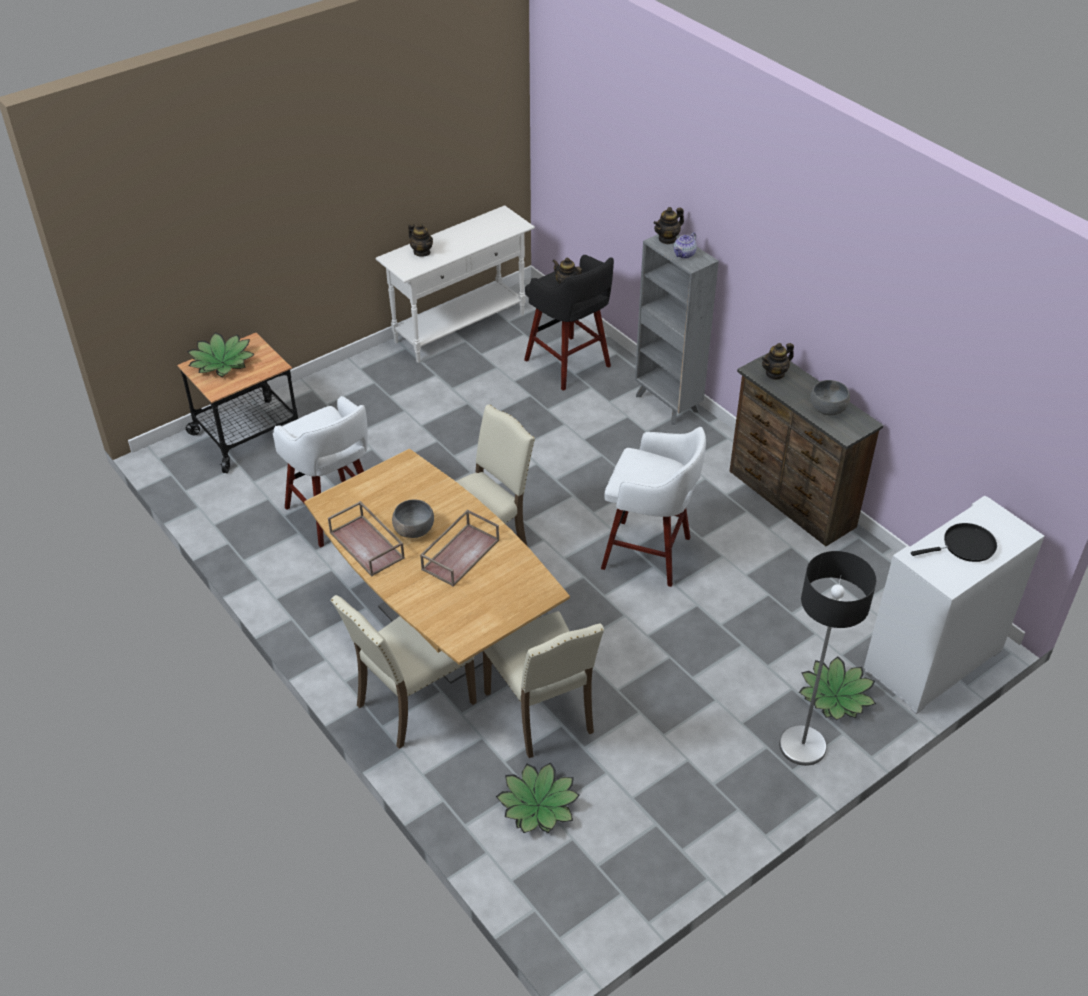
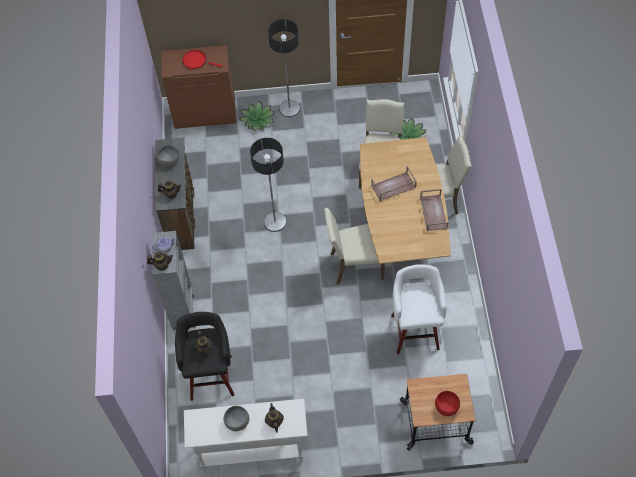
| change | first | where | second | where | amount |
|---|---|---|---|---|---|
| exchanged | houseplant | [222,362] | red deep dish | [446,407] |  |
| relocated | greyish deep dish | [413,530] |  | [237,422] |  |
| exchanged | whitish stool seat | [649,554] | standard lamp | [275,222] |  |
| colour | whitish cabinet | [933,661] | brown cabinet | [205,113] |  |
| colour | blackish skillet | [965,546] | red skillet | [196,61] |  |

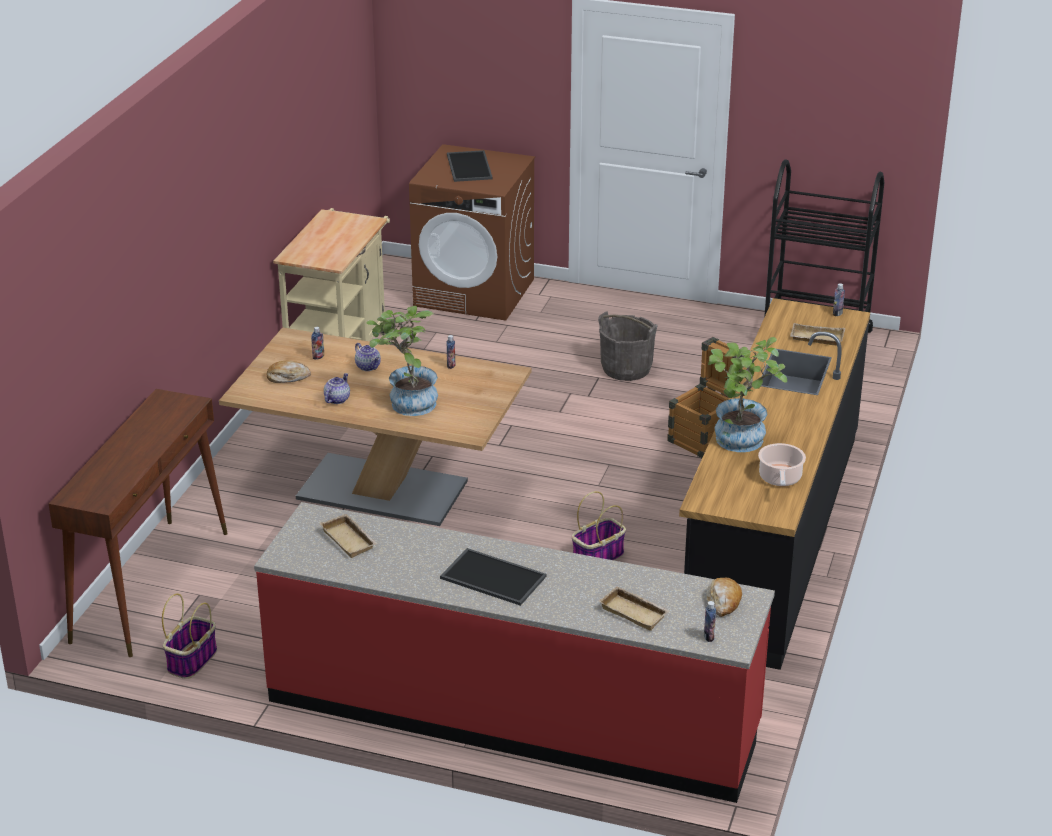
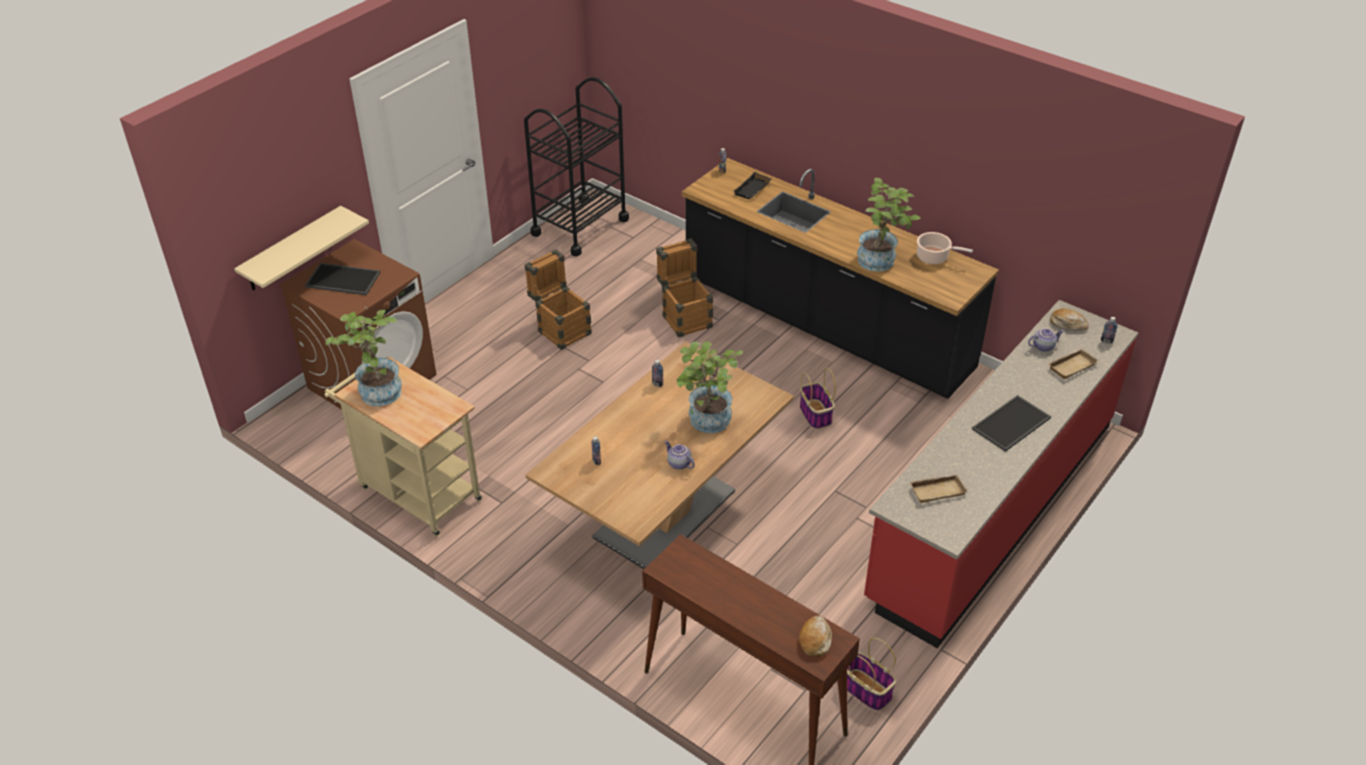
| change | first | where | second | where | amount |
|---|---|---|---|---|---|
| relocated | baked bread | [287,377] |  | [815,640] |  |
| relocated | pot for tea | [368,367] |  | [1043,346] |  |
| exchanged | greyish bucket | [626,369] | crate | [561,329] |  |
| colour | beige-coloured tray | [816,339] | blackish tray | [753,190] |  |
| appeared |  |  | beige-coloured shelf | [292,250] |  |
| appeared |  |  | houseplant | [376,390] |  |

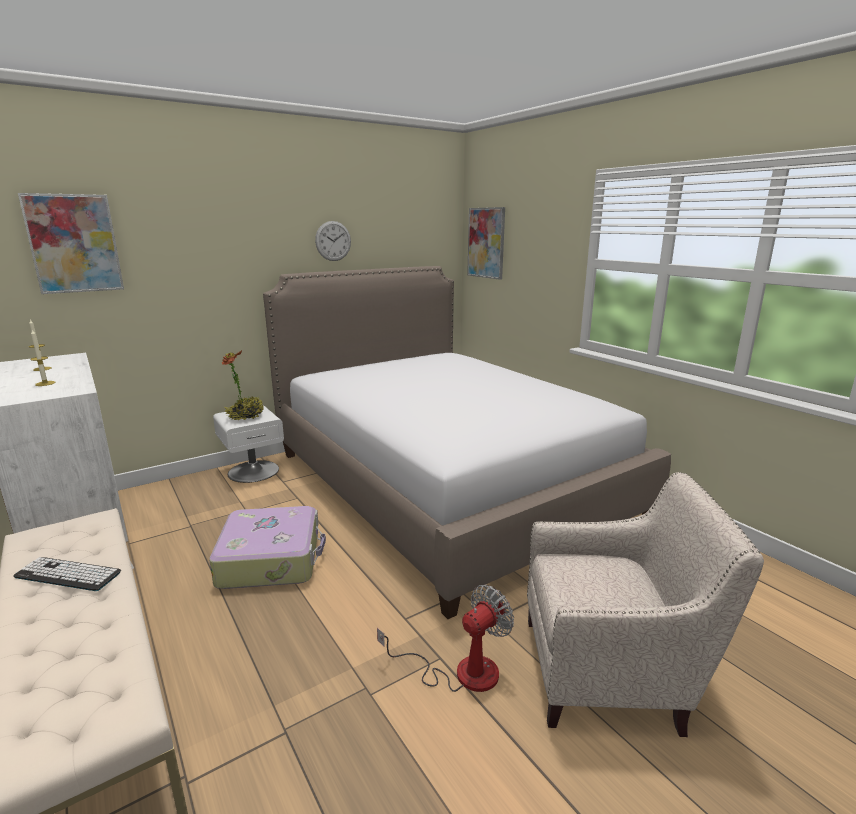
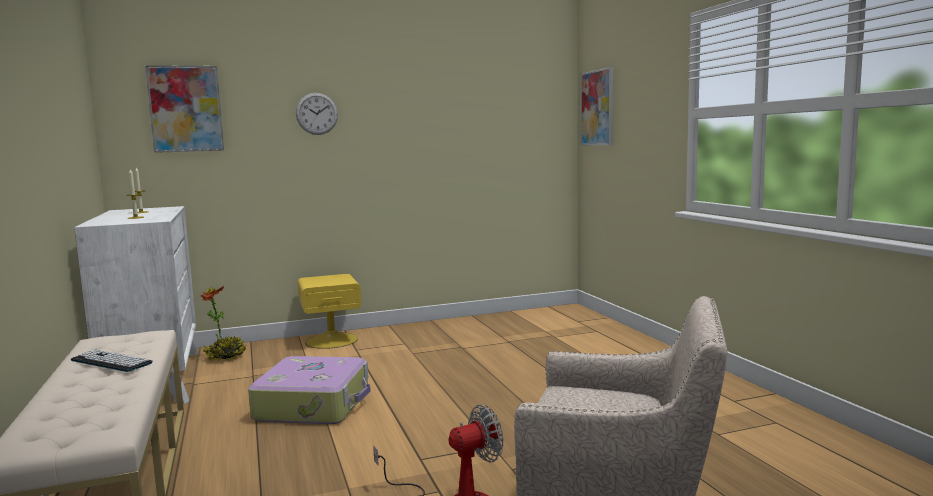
| change | first | where | second | where | amount |
|---|---|---|---|---|---|
| colour | whitish bedside table | [253,471] | yellowish bedside table | [331,340] |  |
| relocated | houseplant | [246,416] |  | [225,357] |  |
| missing | bedroom bed | [446,483] |  |  |  |
| relocated | wall clock | [333,241] |  | [317,113] |  |

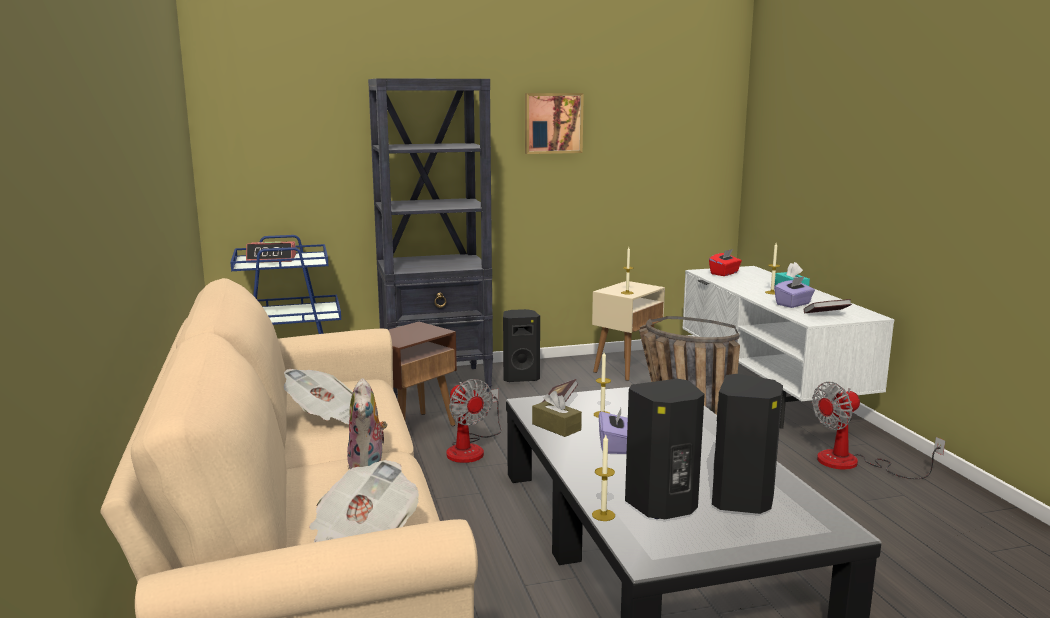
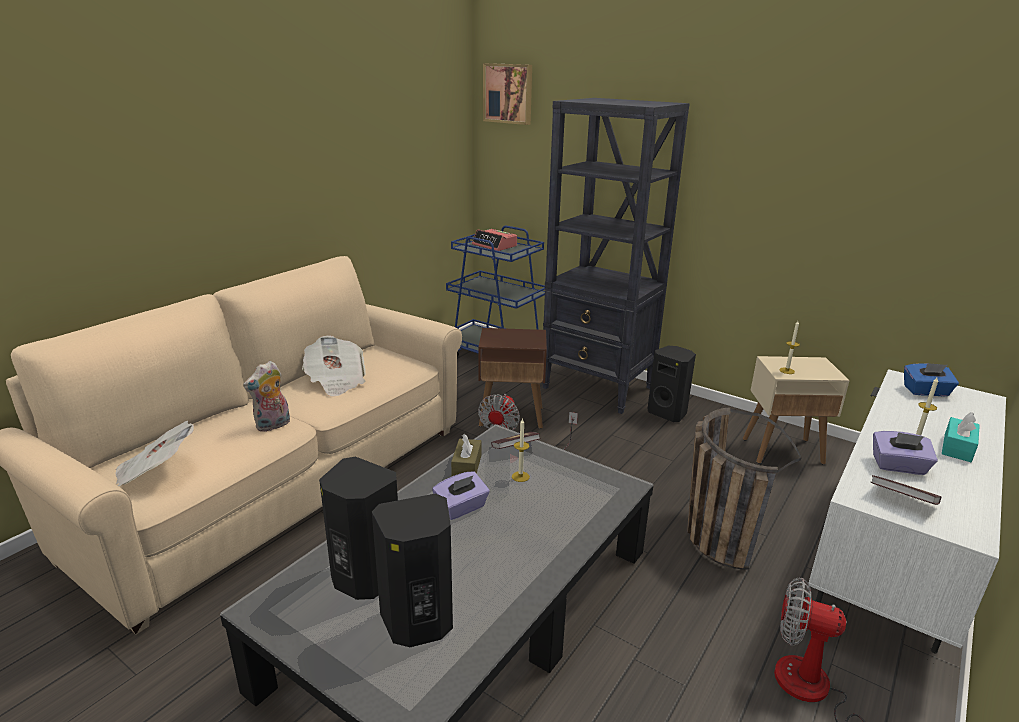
| change | first | where | second | where | amount |
|---|---|---|---|---|---|
| relocated | wall art | [553,123] |  | [508,93] |  |
| missing | wax candle | [603,515] |  |  |  |
| colour | red tissue box | [724,273] | bluish tissue box | [926,391] |  |

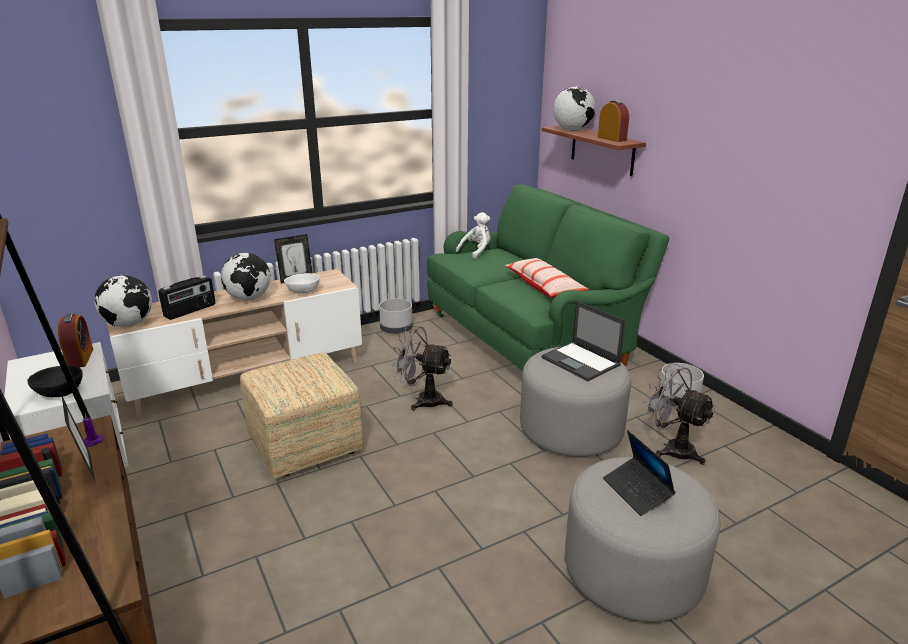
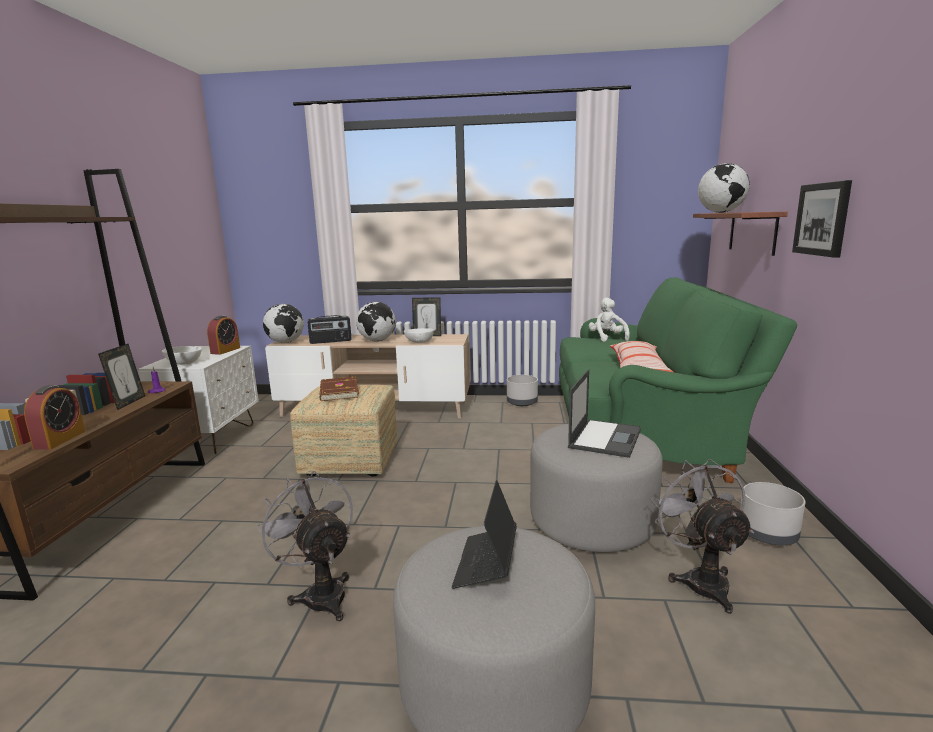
| change | first | where | second | where | amount |
|---|---|---|---|---|---|
| colour | blackish deep dish | [60,393] | whitish deep dish | [184,363] |  |
| relocated | greyish cooling fan | [422,400] |  | [321,593] |  |
| spun | whitish soft toy | [476,251] |  | [607,338] | 90 degrees counterclockwise |
| spun | portable computer | [581,362] |  | [605,438] | 150 degrees counterclockwise |
| relocated | bedside clock | [612,139] |  | [60,440] |  |
| appeared |  |  | brown bound book | [338,391] |  |
| appeared |  |  | wall art | [822,219] |  |

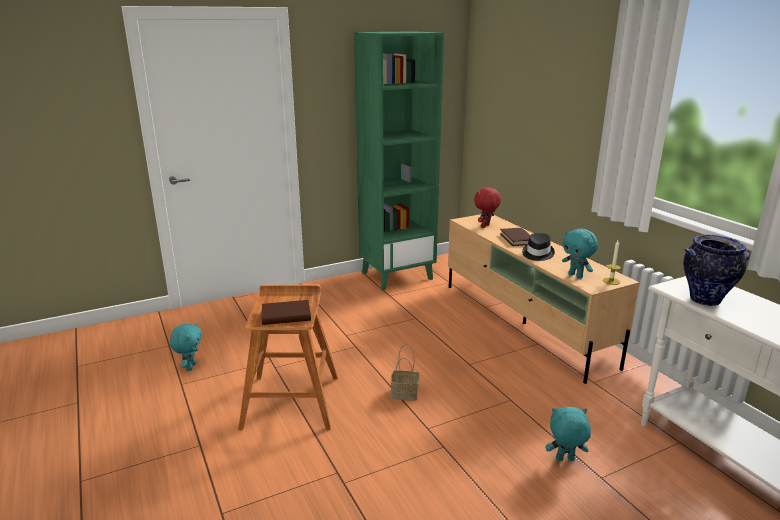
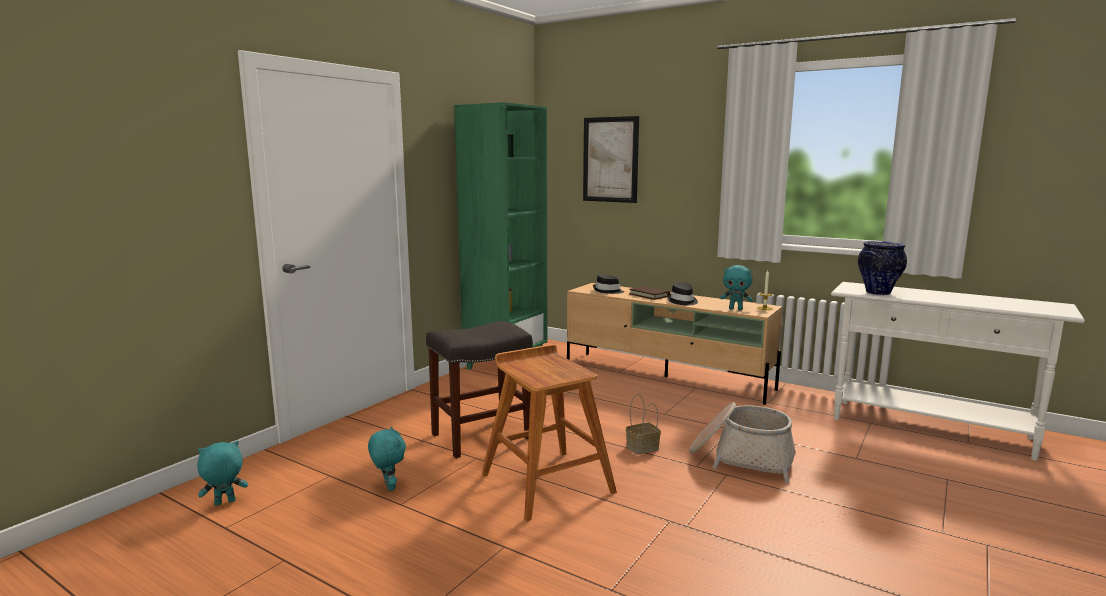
| change | first | where | second | where | amount |
|---|---|---|---|---|---|
| missing | brown bound book | [286,315] |  |  |  |
| exchanged | red soft toy | [485,226] | blackish hat | [607,291] |  |
| relocated | turquoise soft toy | [564,460] |  | [224,503] |  |
| appeared |  |  | greyish stool seat | [482,436] |  |
| appeared |  |  | wall art | [610,159] |  |
| appeared |  |  | basket | [741,458] |  |

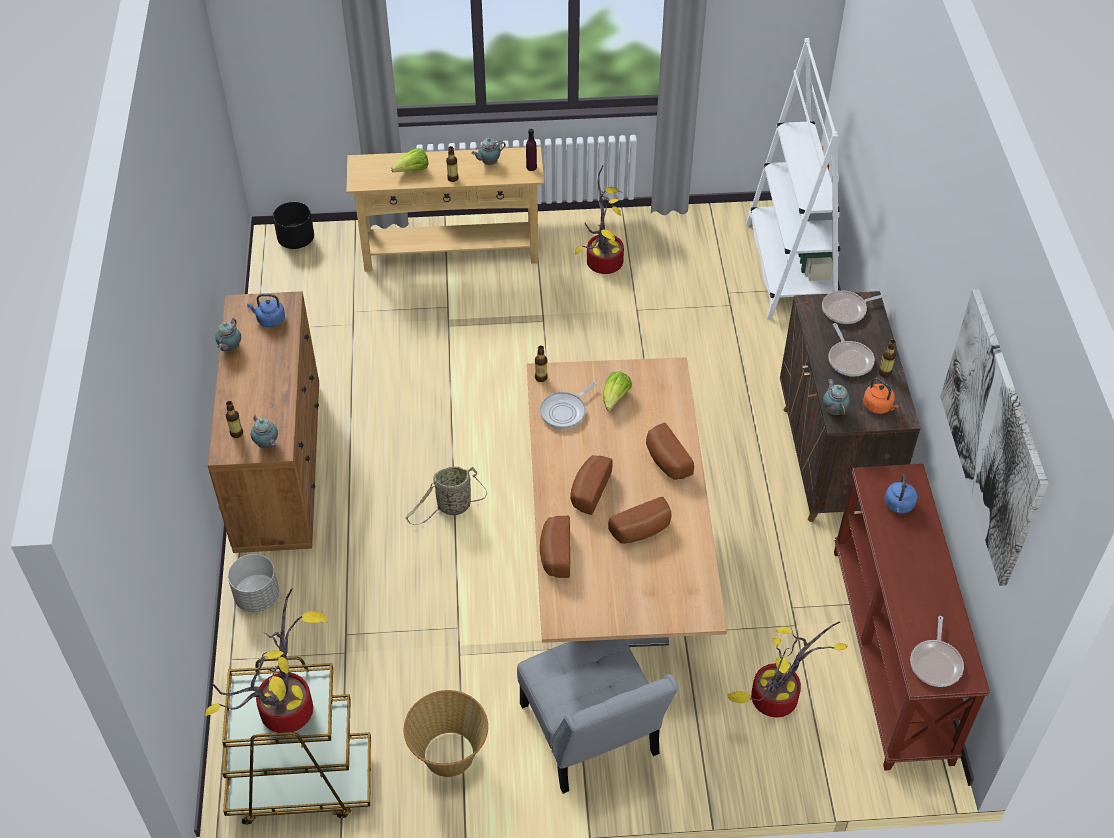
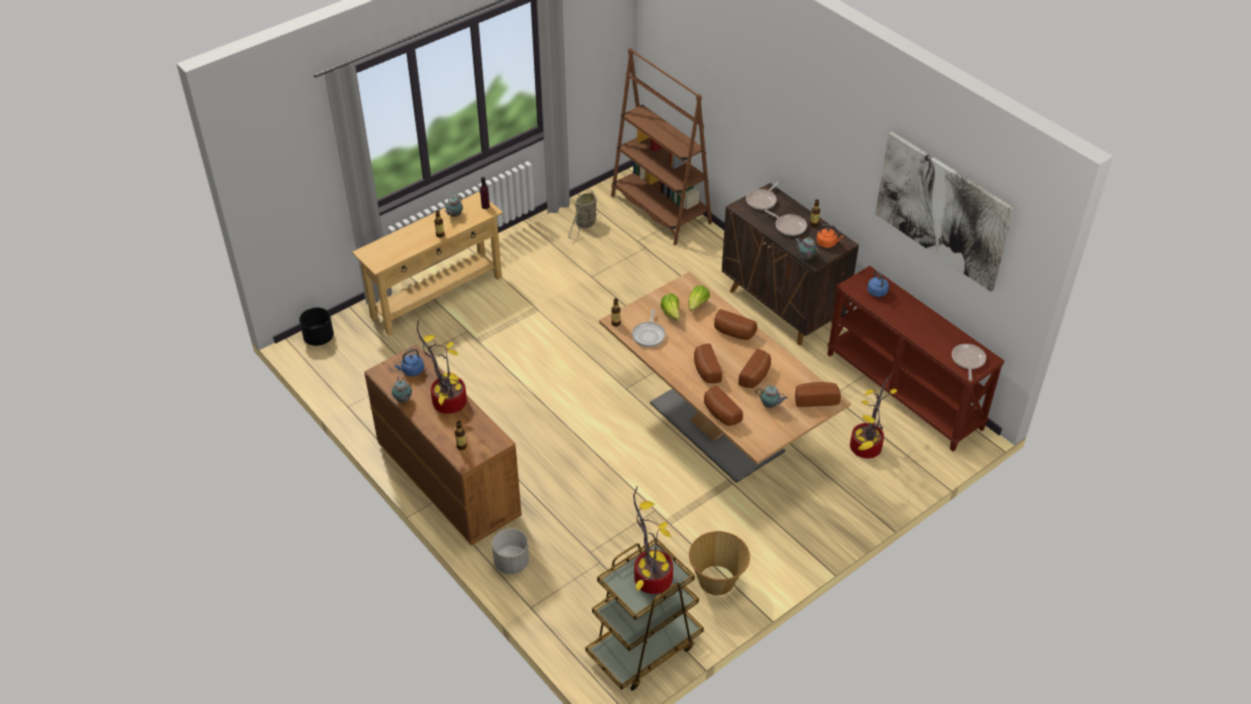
| change | first | where | second | where | amount |
|---|---|---|---|---|---|
| relocated | pot for tea | [267,445] |  | [770,405] |  |
| relocated | lettuce | [412,171] |  | [697,305] |  |
| relocated | basket | [452,507] |  | [585,224] |  |
| missing | greyish upright chair | [591,737] |  |  |  |
| relocated | houseplant | [602,260] |  | [446,401] |  |
| colour | whitish bookcase | [790,267] | brown bookcase | [660,210] |  |
| spun | skillet | [936,663] |  | [967,361] | 150 degrees counterclockwise |
| appeared |  |  | baked bread | [815,399] |  |

